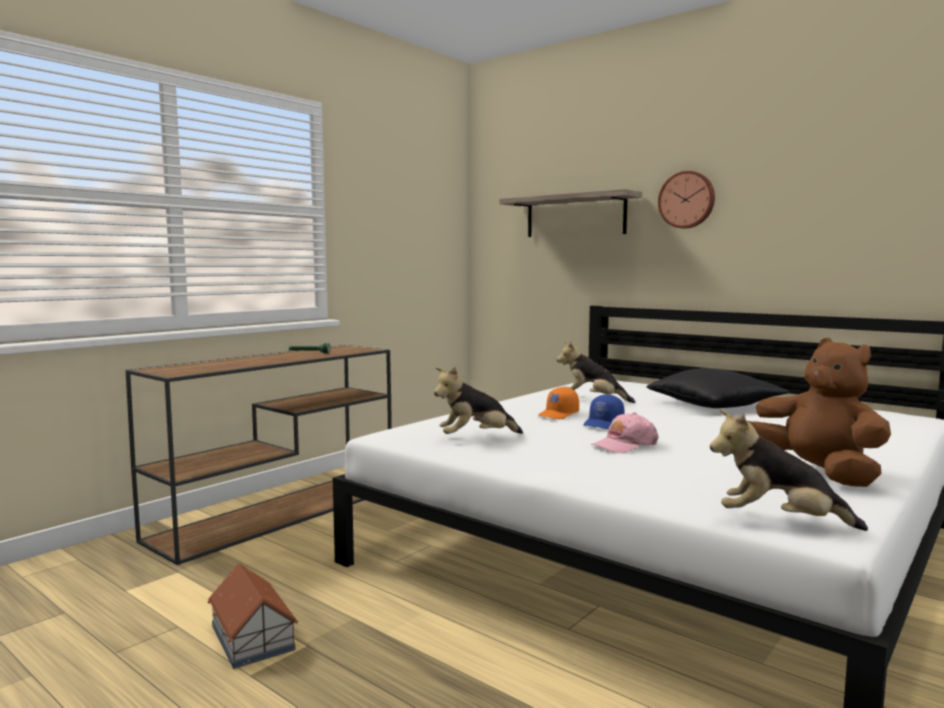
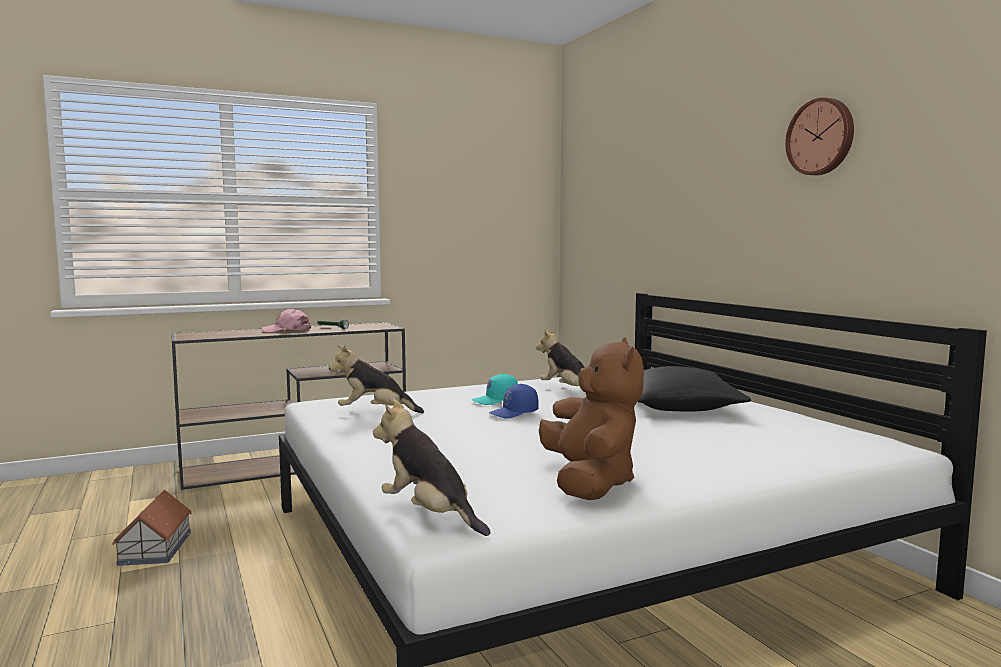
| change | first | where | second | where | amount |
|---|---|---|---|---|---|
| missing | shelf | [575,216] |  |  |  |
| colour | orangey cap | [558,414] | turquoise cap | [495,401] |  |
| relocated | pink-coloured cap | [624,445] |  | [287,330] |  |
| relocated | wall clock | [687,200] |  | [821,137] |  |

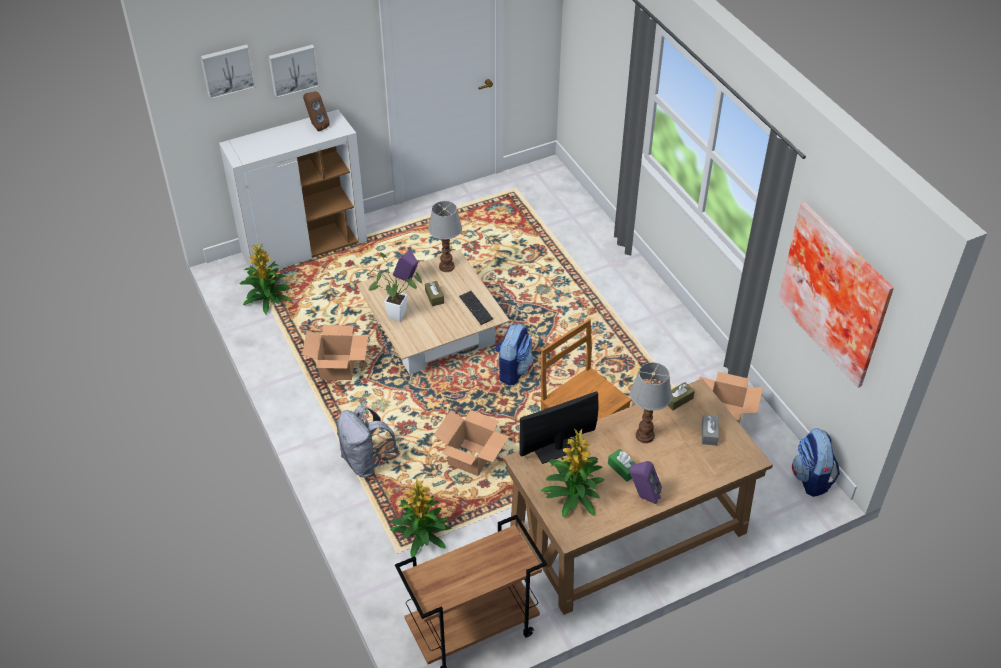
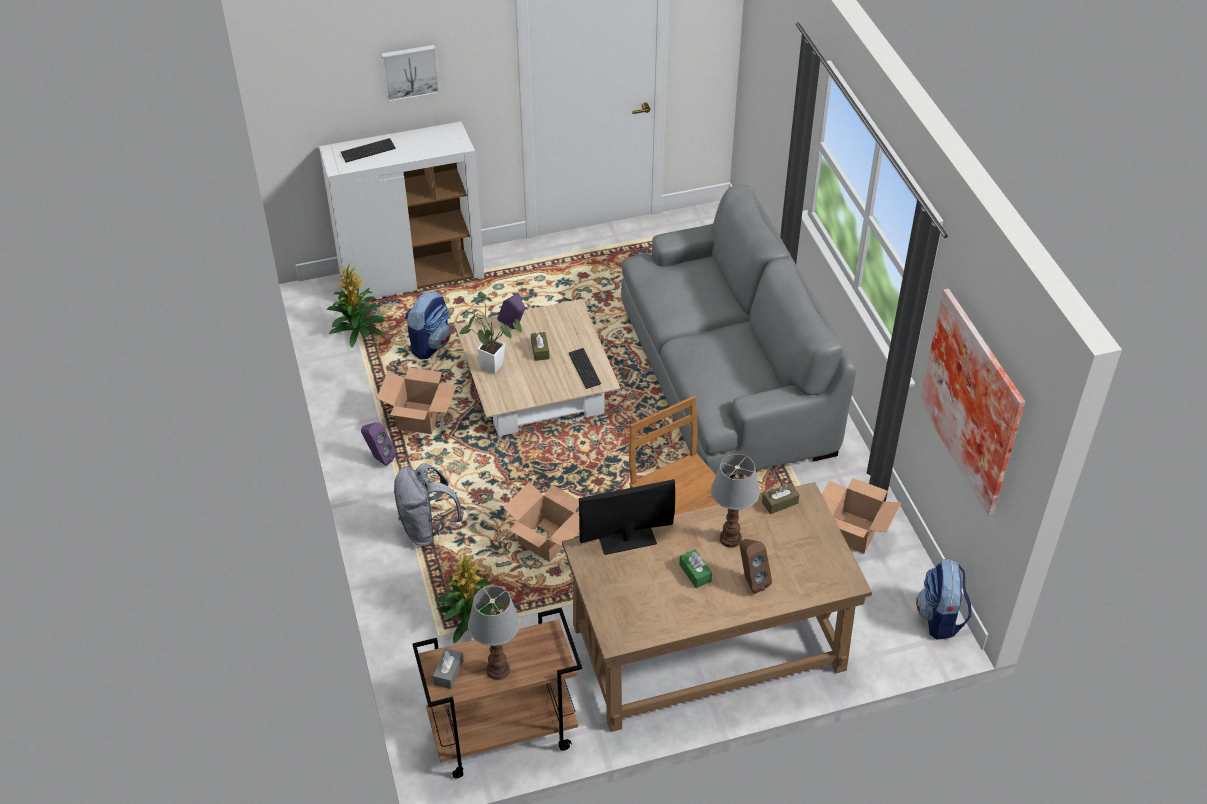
| change | first | where | second | where | amount |
|---|---|---|---|---|---|
| missing | wall art | [227,70] |  |  |  |
| relocated | brown speaker | [316,126] |  | [751,581] |  |
| relocated | tabletop lamp | [446,267] |  | [498,670] |  |
| relocated | backpack | [513,370] |  | [430,344] |  |
| missing | houseplant | [573,493] |  |  |  |
| relocated | purple-coloured speaker | [643,496] |  | [379,458] |  |
| relocated | greyish tissue box | [709,434] |  | [448,672] |  |
| appeared |  |  | PC keyboard | [368,151] |  |
| appeared |  |  | greyish couch | [725,376] |  |

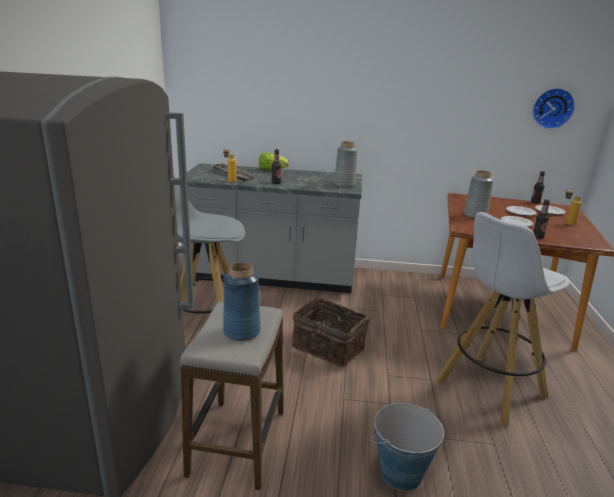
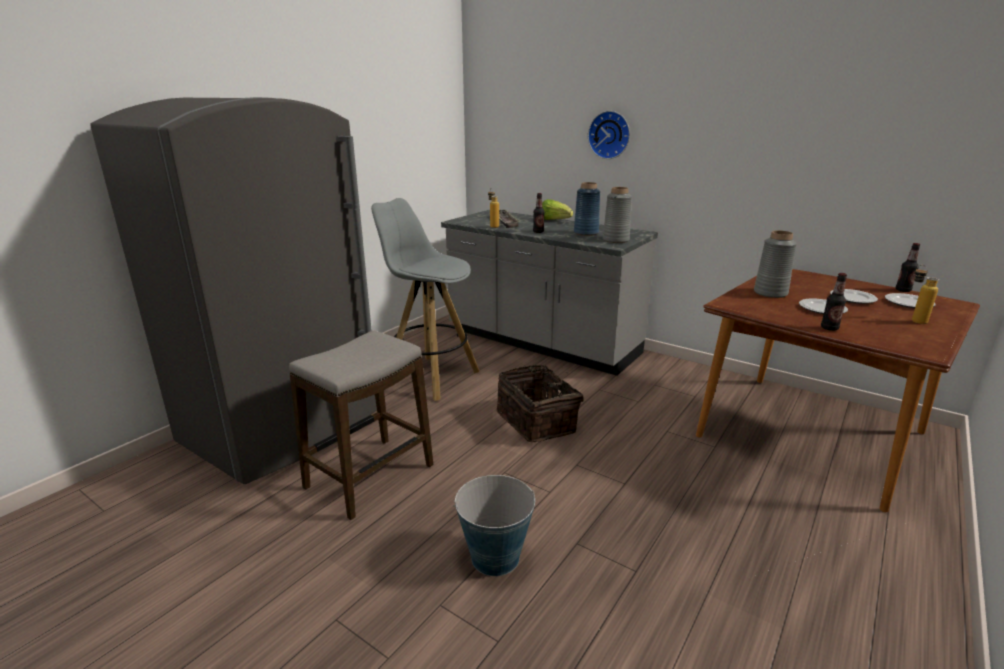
| change | first | where | second | where | amount |
|---|---|---|---|---|---|
| relocated | bluish decorative vase | [241,331] |  | [586,233] |  |
| missing | whitish stool seat | [489,389] |  |  |  |
| relocated | wall clock | [552,108] |  | [610,135] |  |

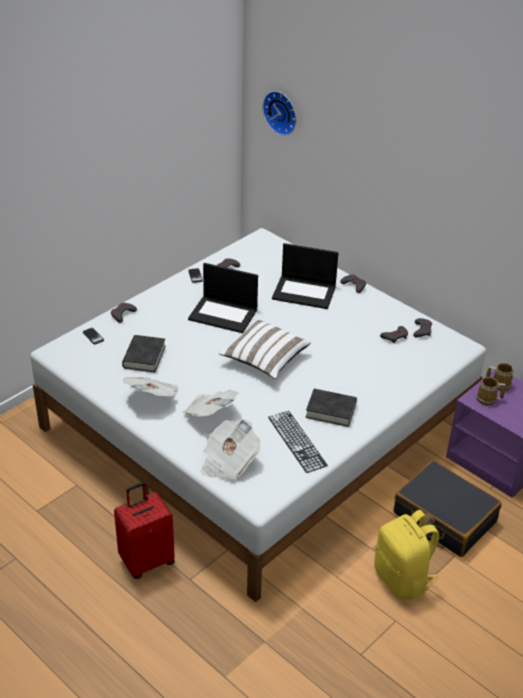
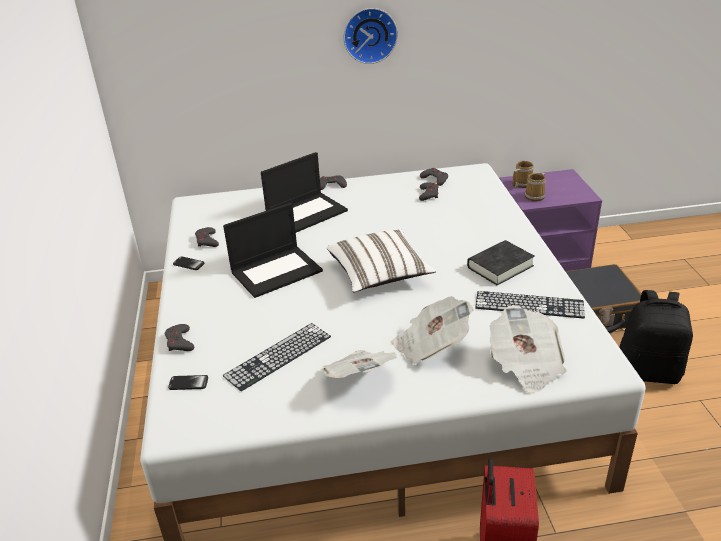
| change | first | where | second | where | amount |
|---|---|---|---|---|---|
| exchanged | blackish bound book | [144,357] | PC keyboard | [278,356] |  |
| relocated | wall clock | [282,112] |  | [369,35] |  |
| colour | yellowish backpack | [402,579] | blackish backpack | [648,371] |  |

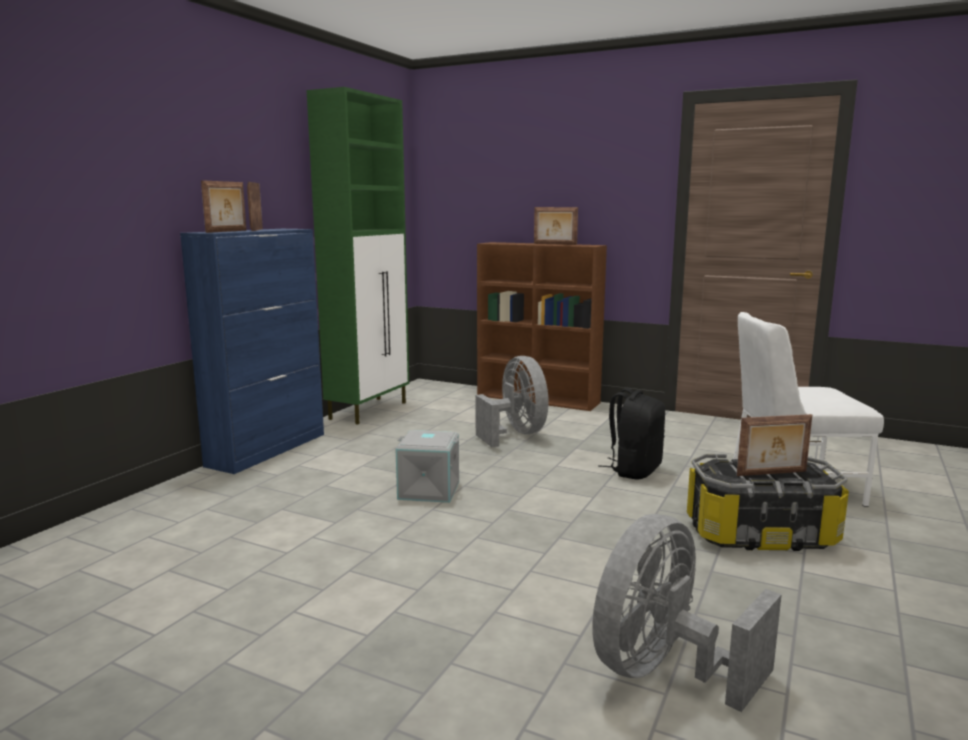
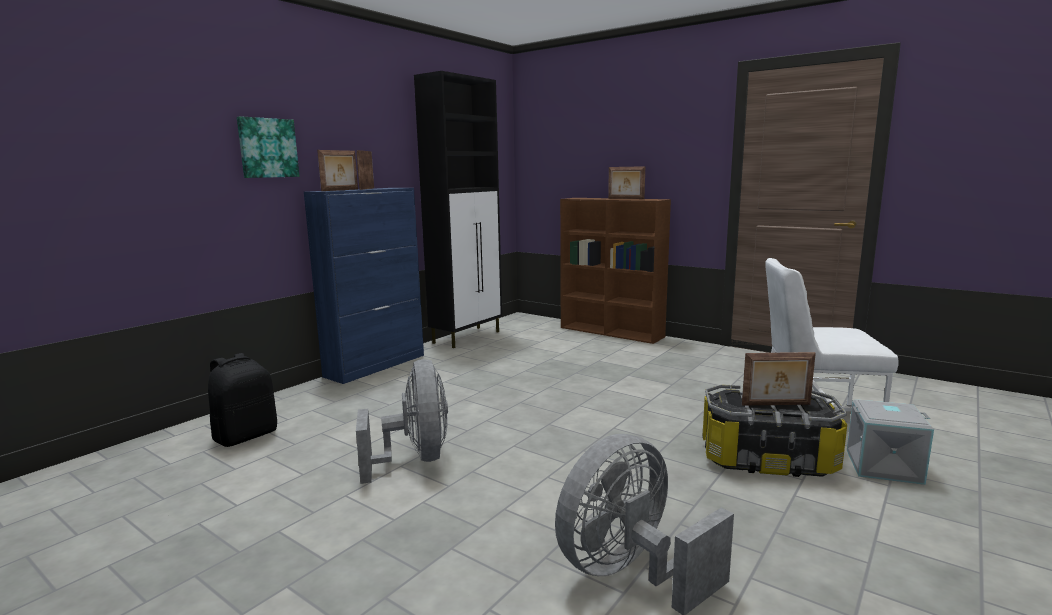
| change | first | where | second | where | amount |
|---|---|---|---|---|---|
| colour | green-coloured cabinet | [369,410] | blackish cabinet | [467,337] |  |
| relocated | greyish storage container | [428,491] |  | [883,467] |  |
| relocated | greyish cooling fan | [515,434] |  | [415,459] |  |
| relocated | blackish backpack | [634,470] |  | [246,436] |  |
| appeared |  |  | wall art | [267,148] |  |

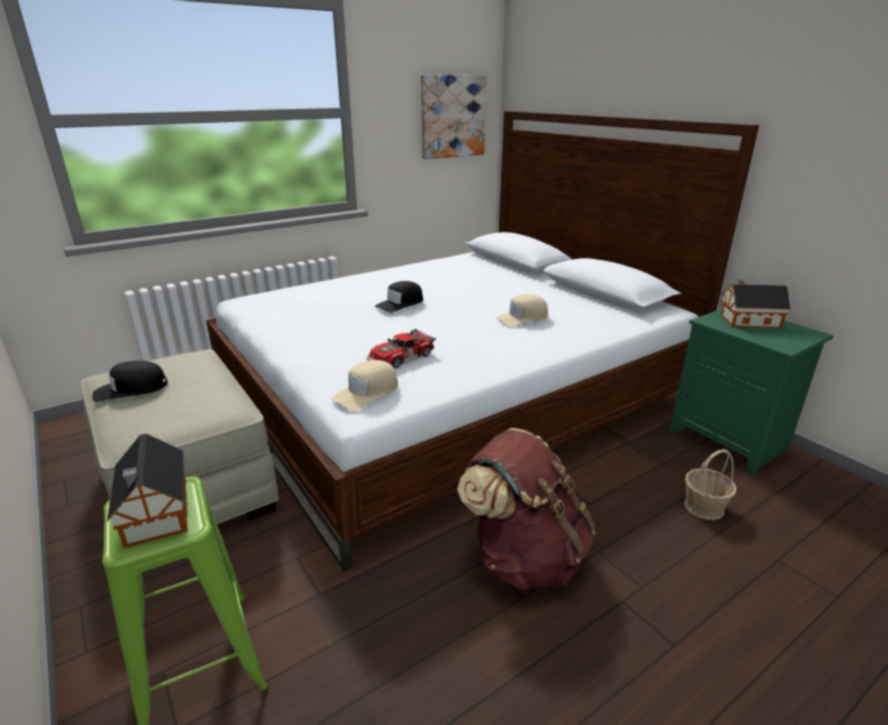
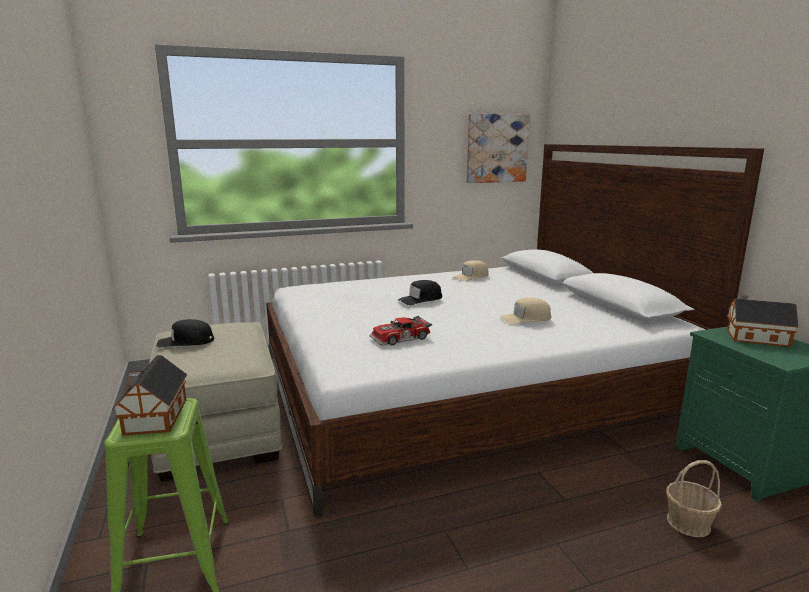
| change | first | where | second | where | amount |
|---|---|---|---|---|---|
| relocated | beige-coloured cap | [367,392] |  | [471,277] |  |
| missing | brown backpack | [524,557] |  |  |  |

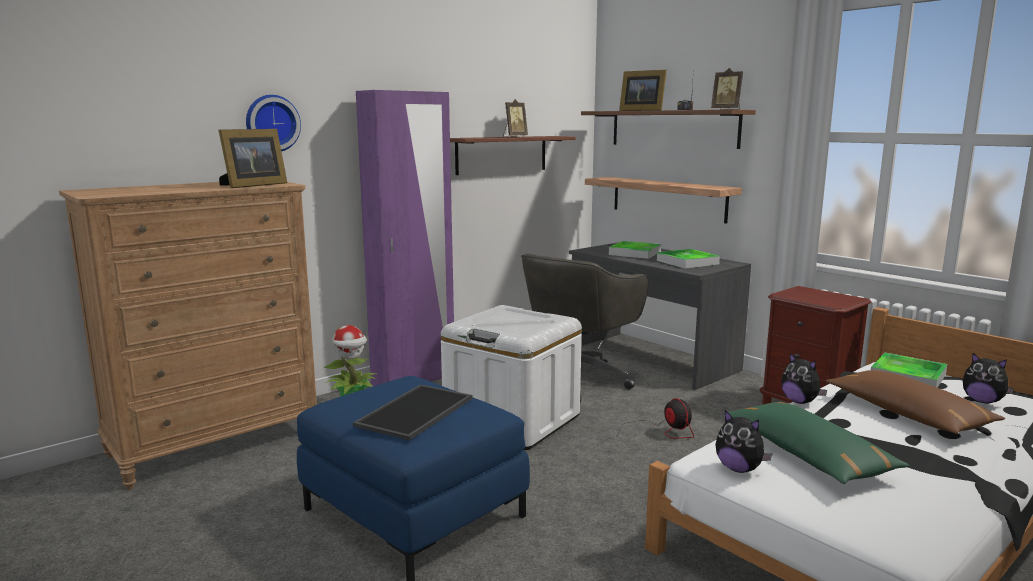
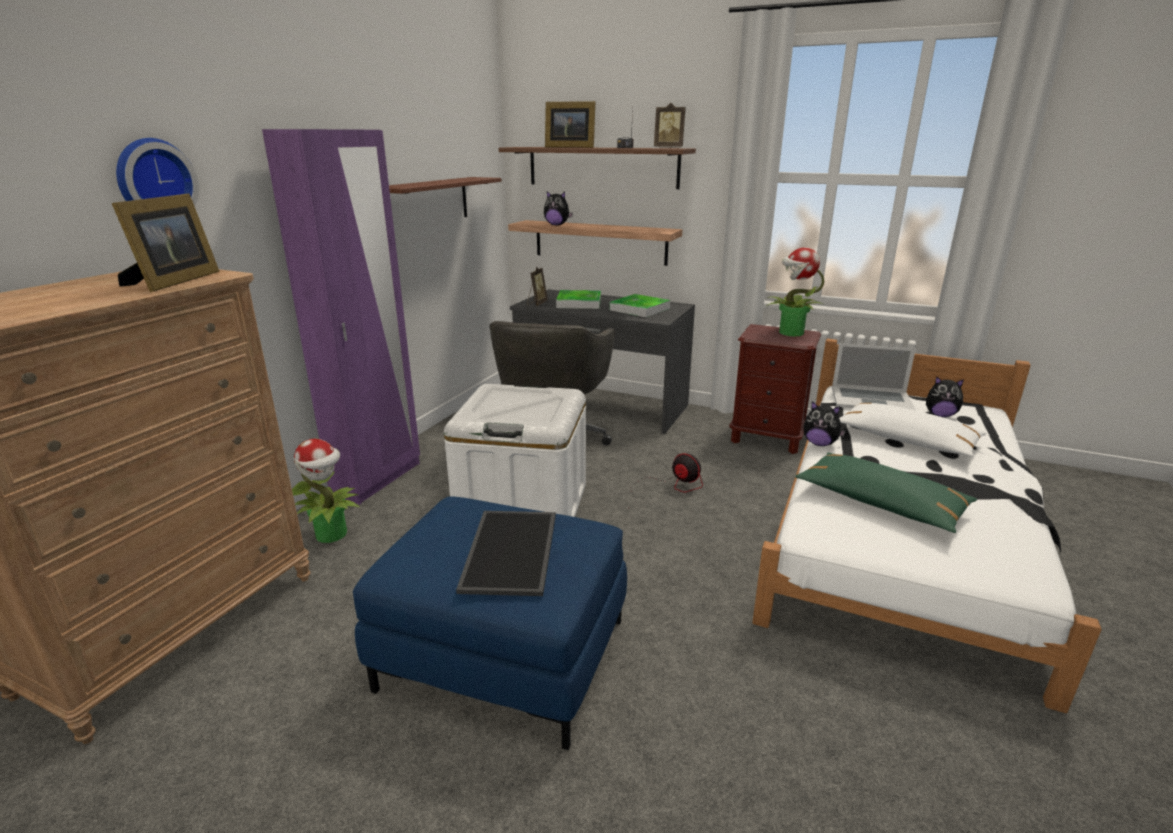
| change | first | where | second | where | amount |
|---|---|---|---|---|---|
| relocated | standing frame | [514,136] |  | [536,304] |  |
| relocated | soft toy | [739,469] |  | [557,225] |  |
| colour | brown throw pillow | [907,414] | whitish throw pillow | [906,440] |  |
| exchanged | tray | [907,376] | portable computer | [871,400] |  |
| appeared |  |  | houseplant | [790,333] |  |

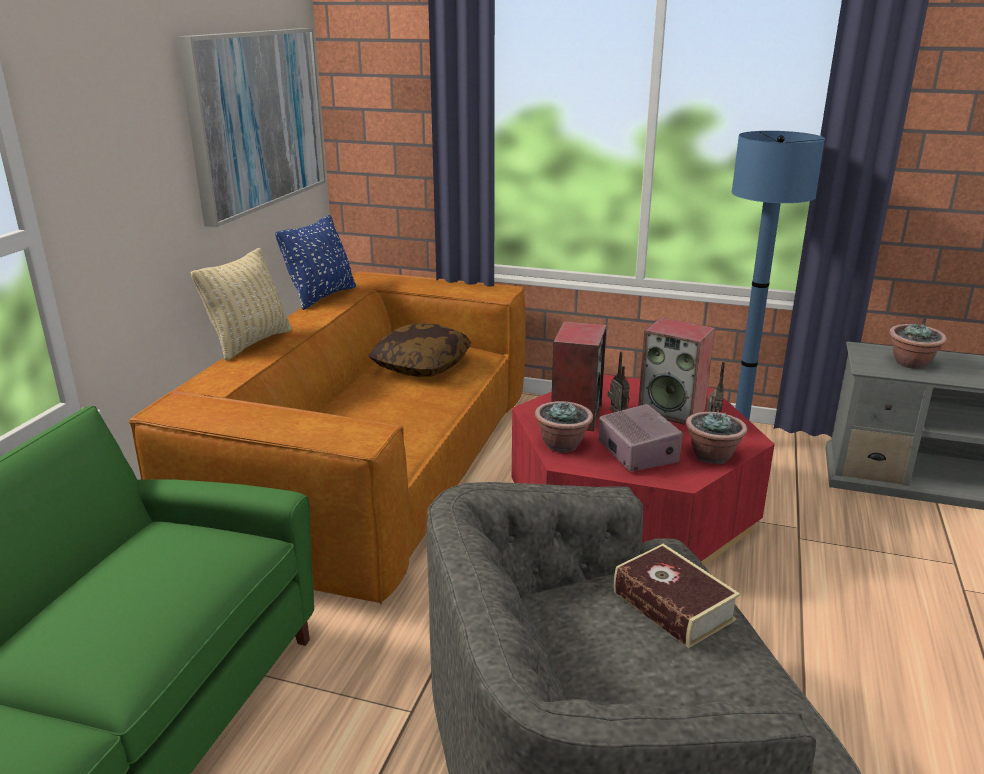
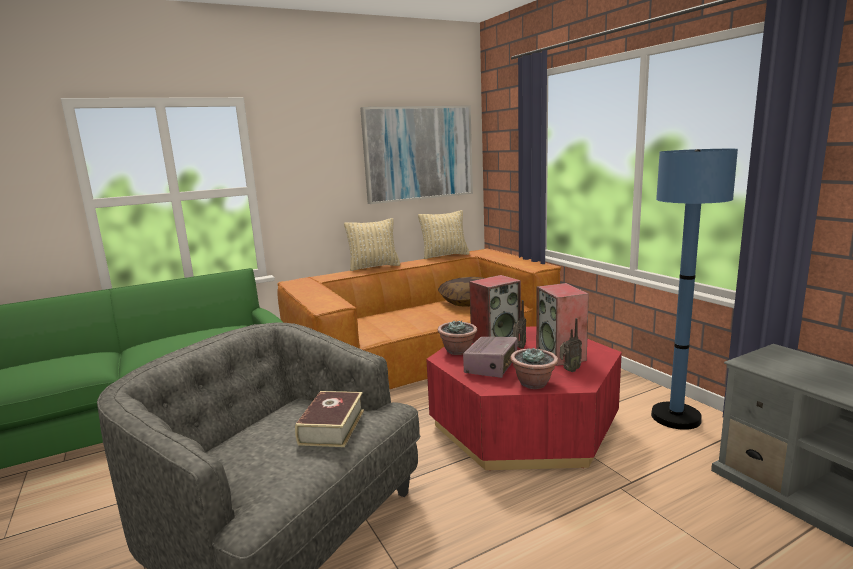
| change | first | where | second | where | amount |
|---|---|---|---|---|---|
| colour | bluish throw pillow | [321,296] | beige-coloured throw pillow | [444,255] |  |
| missing | houseplant | [911,363] |  |  |  |

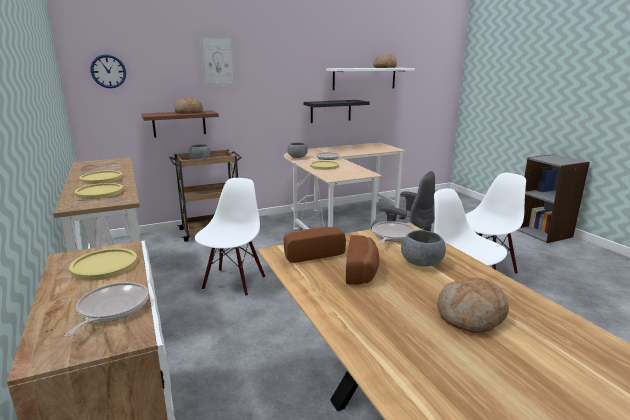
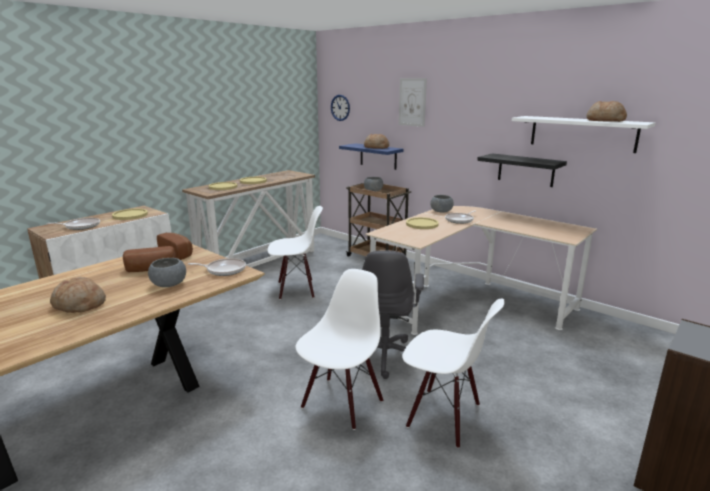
| change | first | where | second | where | amount |
|---|---|---|---|---|---|
| colour | brown shelf | [179,123] | bluish shelf | [378,156] |  |

